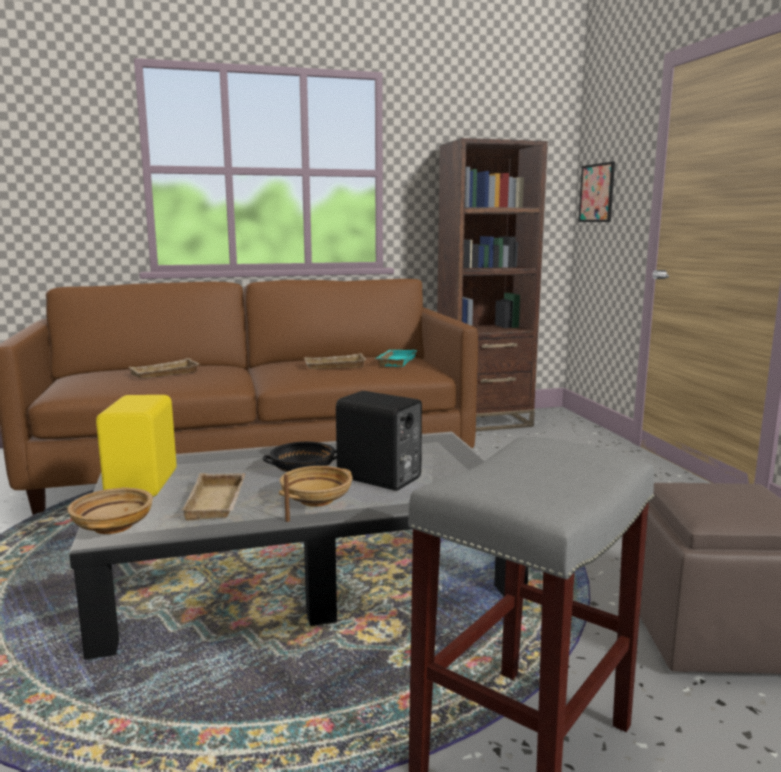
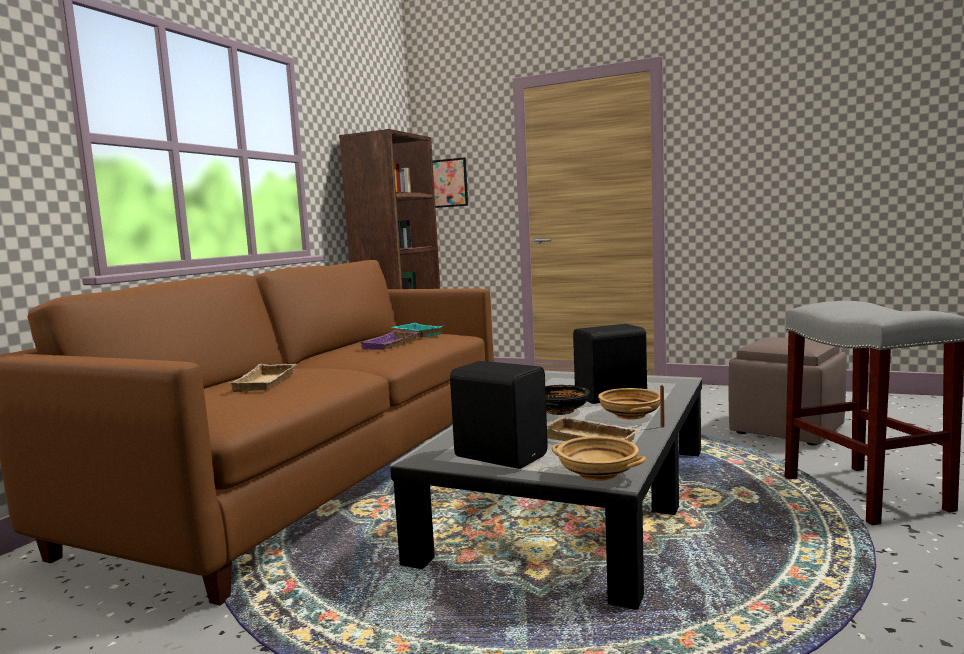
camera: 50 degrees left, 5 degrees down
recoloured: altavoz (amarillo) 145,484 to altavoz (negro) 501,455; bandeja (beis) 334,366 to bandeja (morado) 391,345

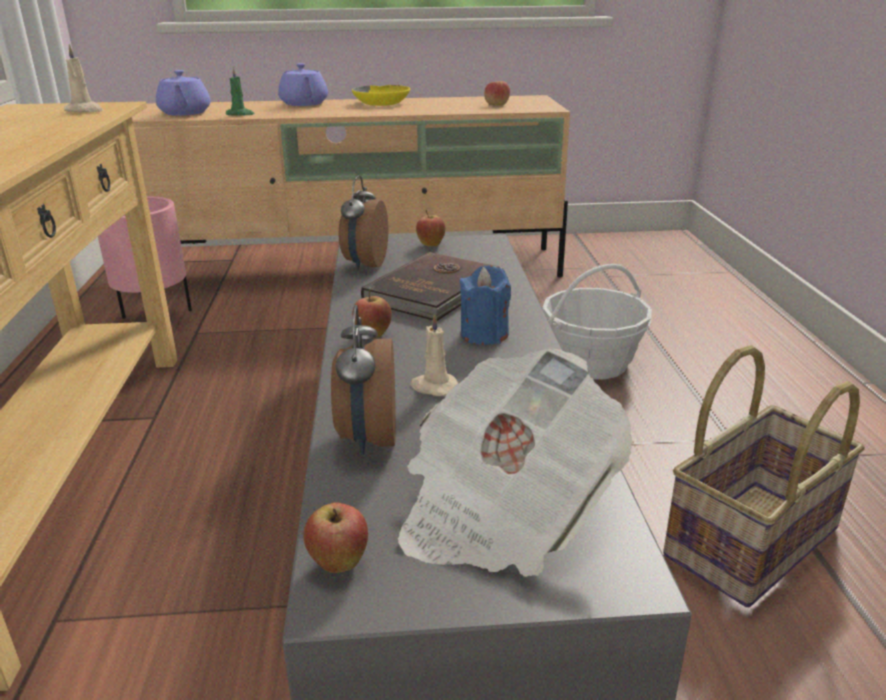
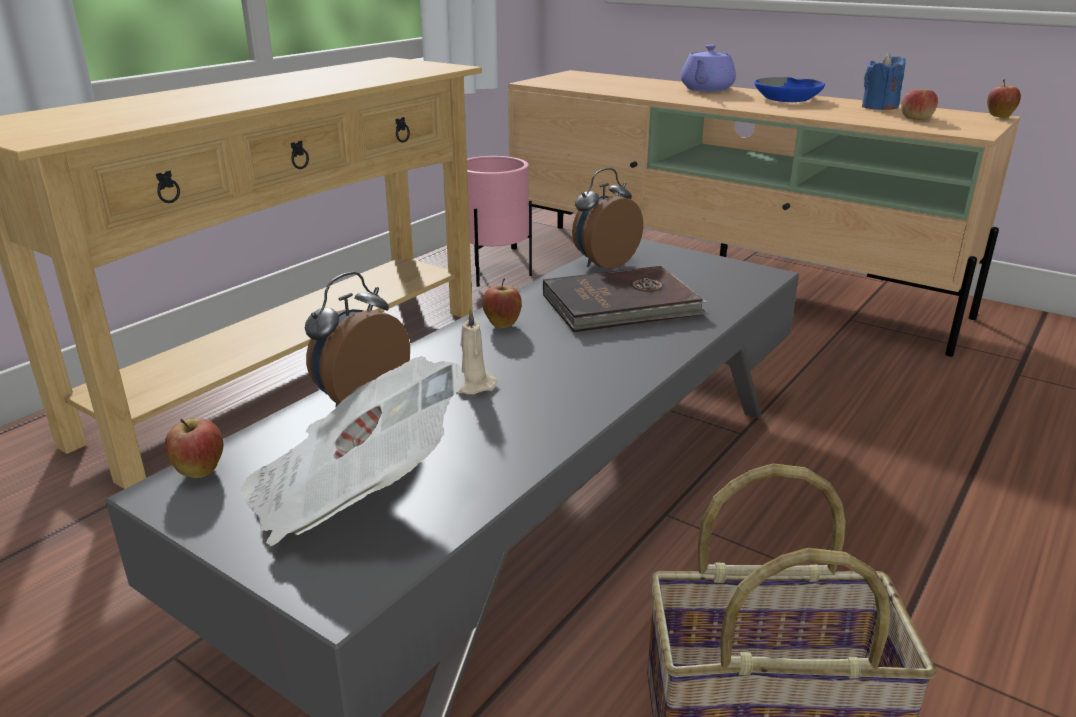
camera: 40 degrees right, 0 degrees up
removed: vela (beis) 85,111; tetera (morado) 185,113; vela (verde) 240,114; cesta 591,363
moved: manzana 430,245 to 999,117; vela (azul) 484,335 to 879,107
recoloured: cuenco (amarillo) 382,103 to cuenco (azul) 788,99

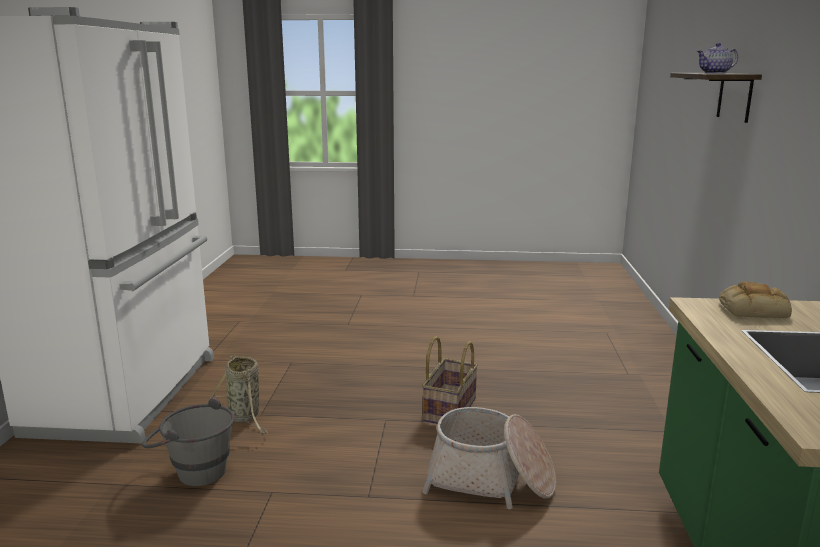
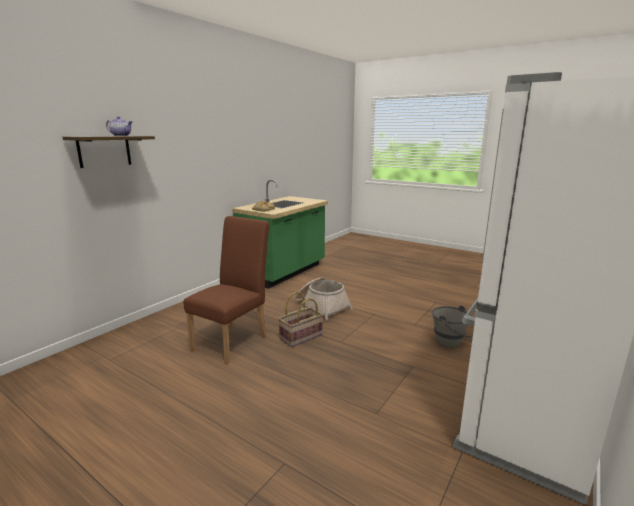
camera: 150 degrees left, 0 degrees up
removed: cesta 245,417
added: silla (marrón) 234,340

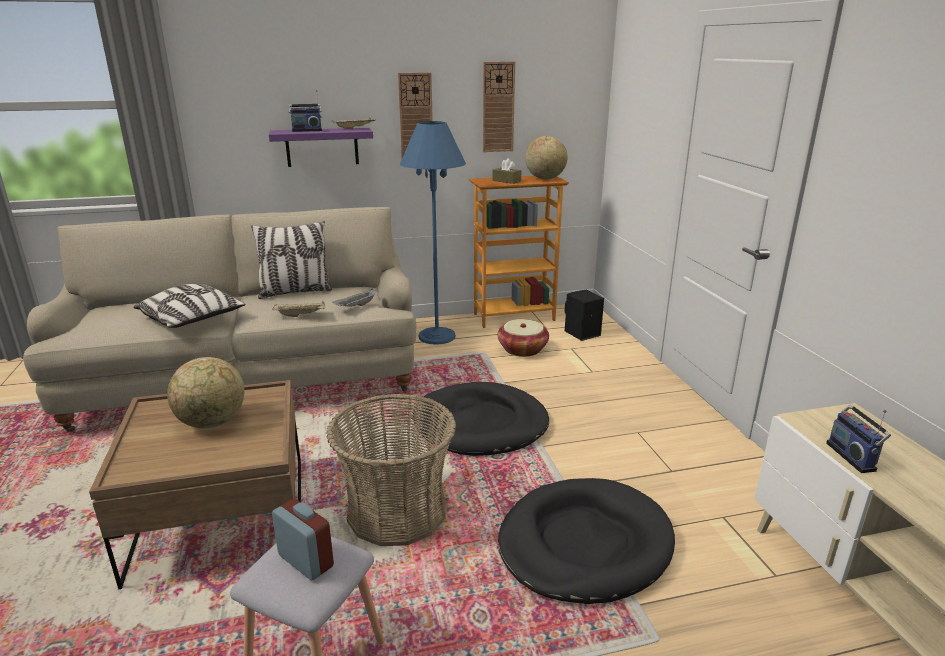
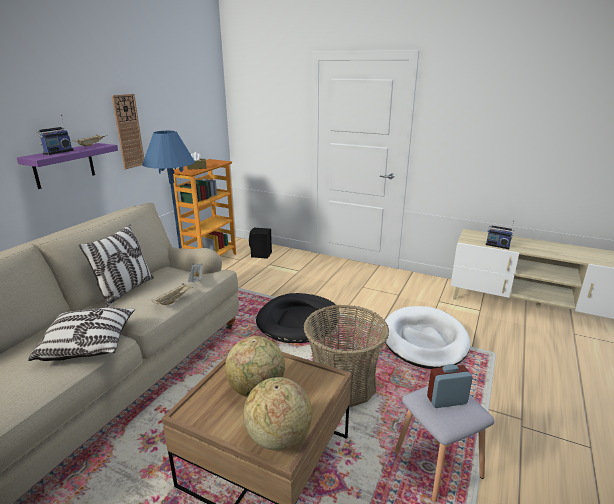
camera: 50 degrees left, 0 degrees up
removed: reloj de pared 498,107; cesta 522,349
moved: globo terráqueo 545,178 to 278,437
recoloured: cama para perro (negro) 584,544 to cama para perro (blanco) 424,340

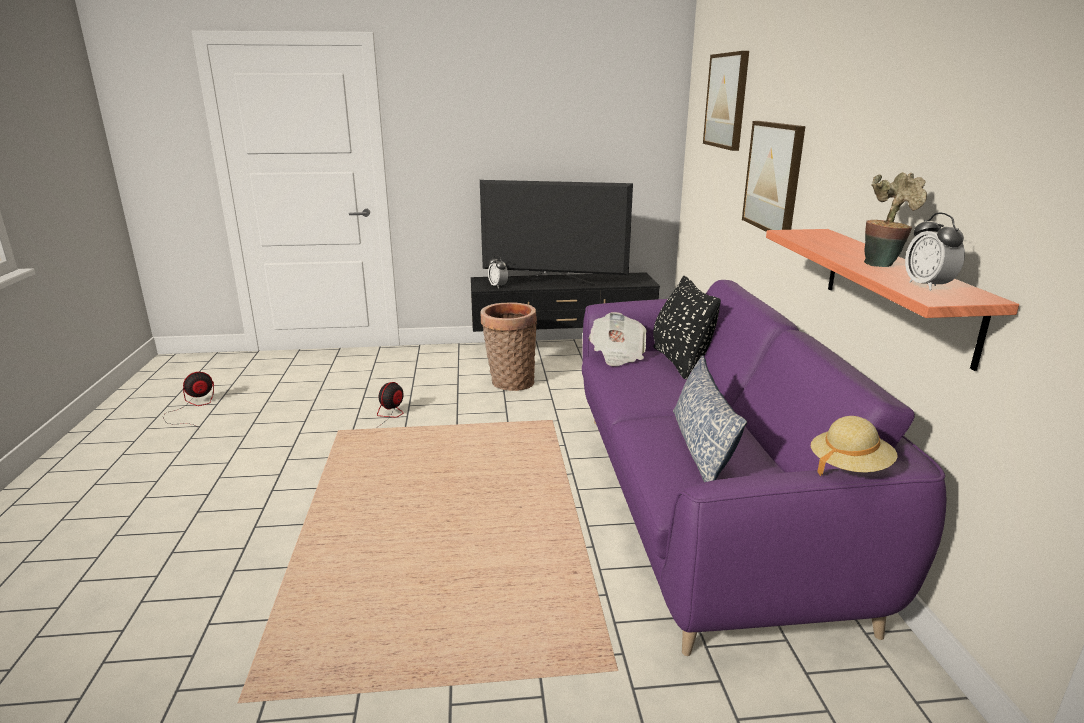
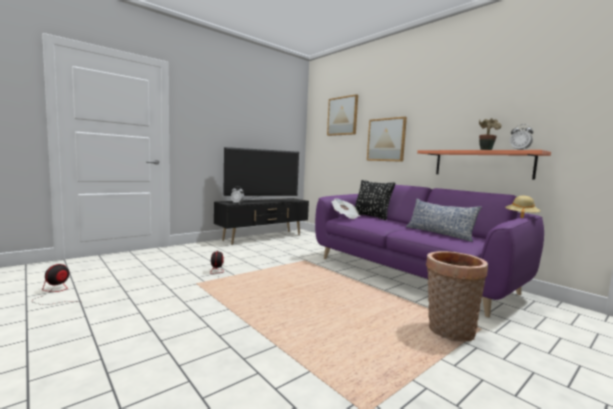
camera: 35 degrees left, 15 degrees down
moved: cesta 509,382 to 449,332

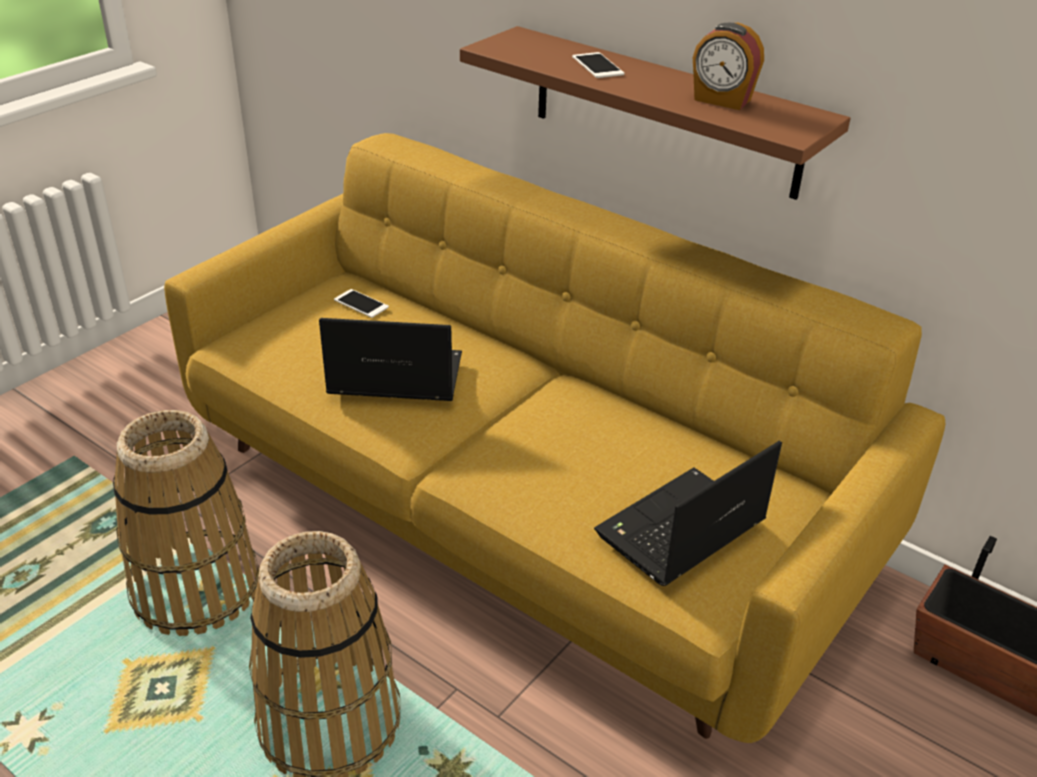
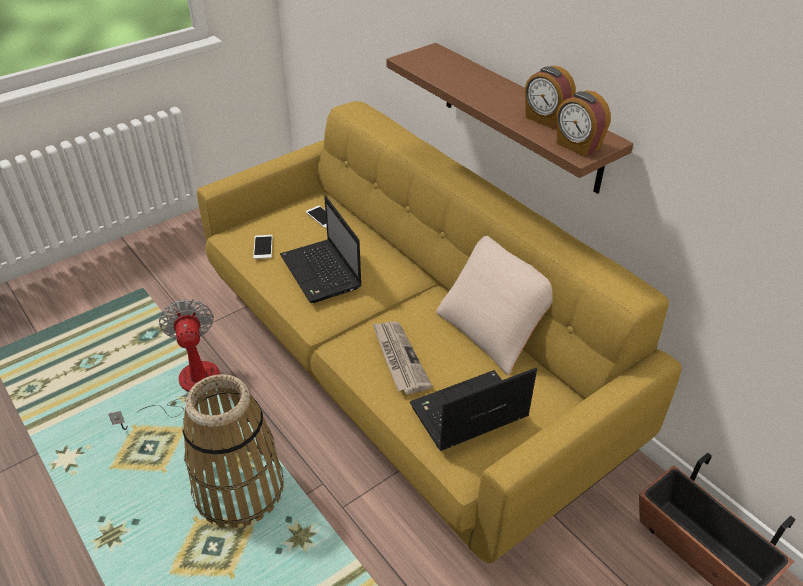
camera: 15 degrees right, 5 degrees up
added: periódico 399,358; cojín (beis) 494,329; despertador 577,146
moved: móvil 597,66 to 263,247
replaced: cesta 195,590 to ventilador 187,388
turned: portátil 392,377 = 322,273 135 degrees counterclockwise

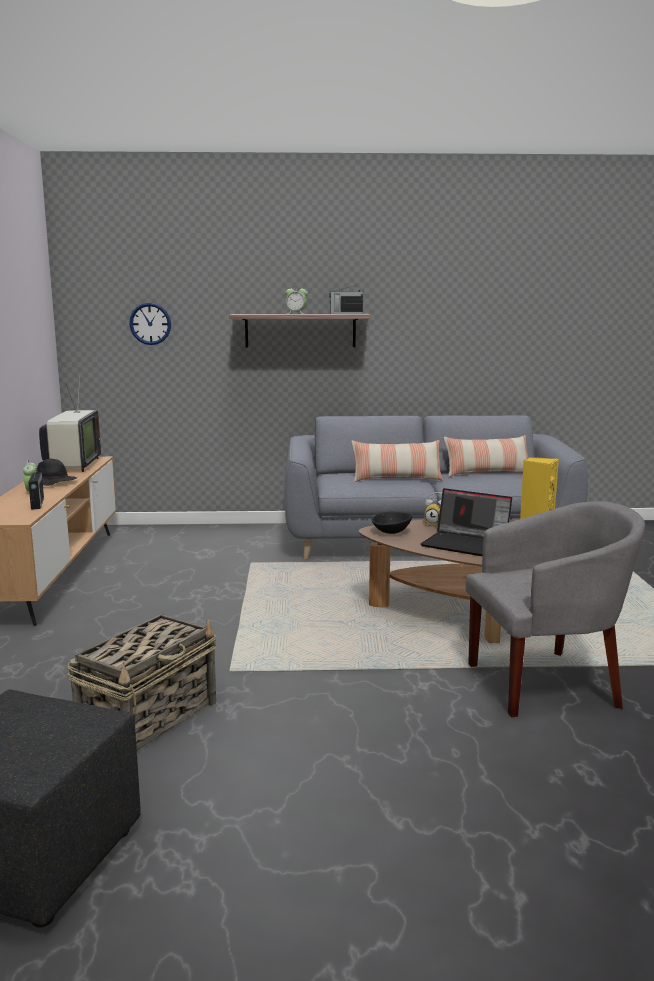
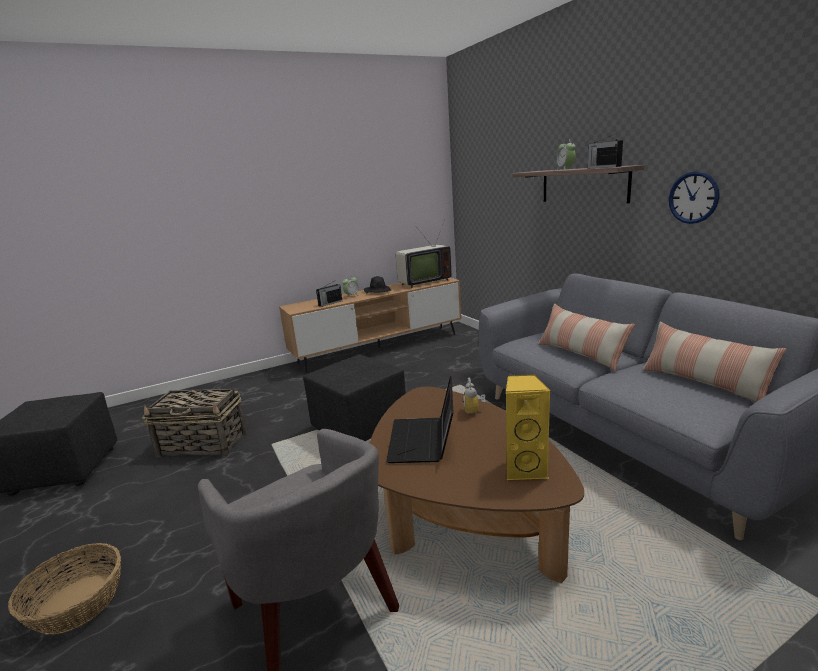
camera: 65 degrees right, 5 degrees up
removed: cuenco (negro) 392,532
added: cesta 76,604; puf (negro) 361,427
moved: reloj de pared 150,324 to 693,197

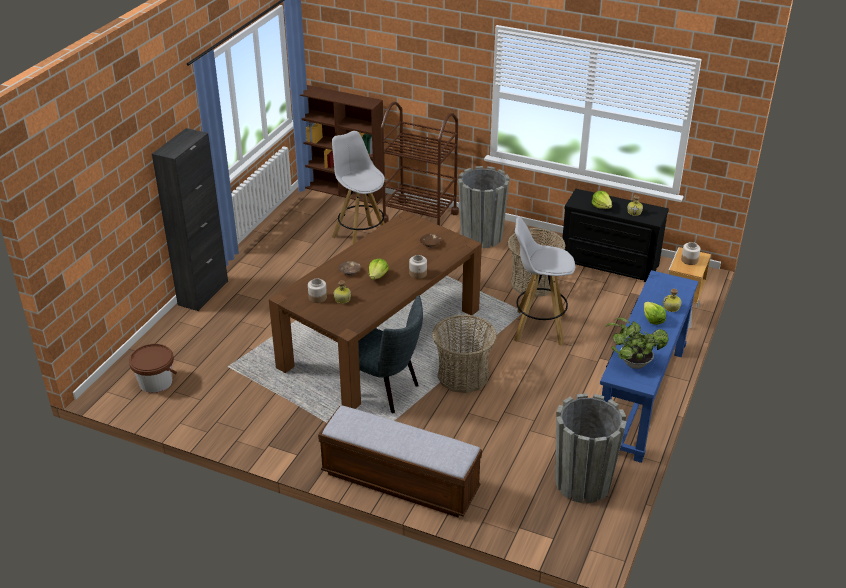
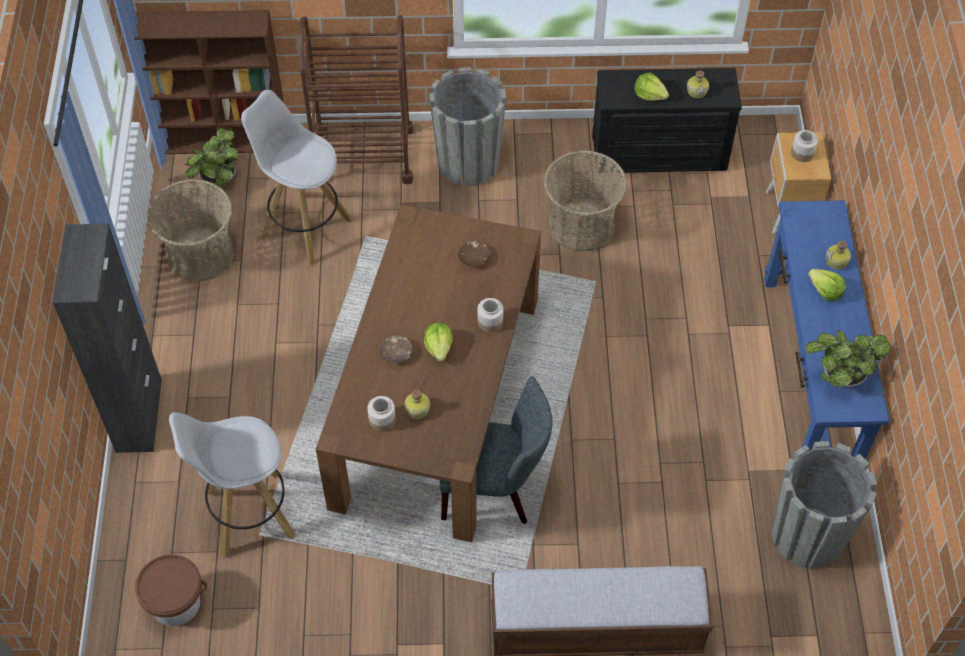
camera: 25 degrees left, 20 degrees up
added: planta en maceta 217,181
moved: cesta 463,375 to 200,254; taburete (blanco) 538,327 to 248,514

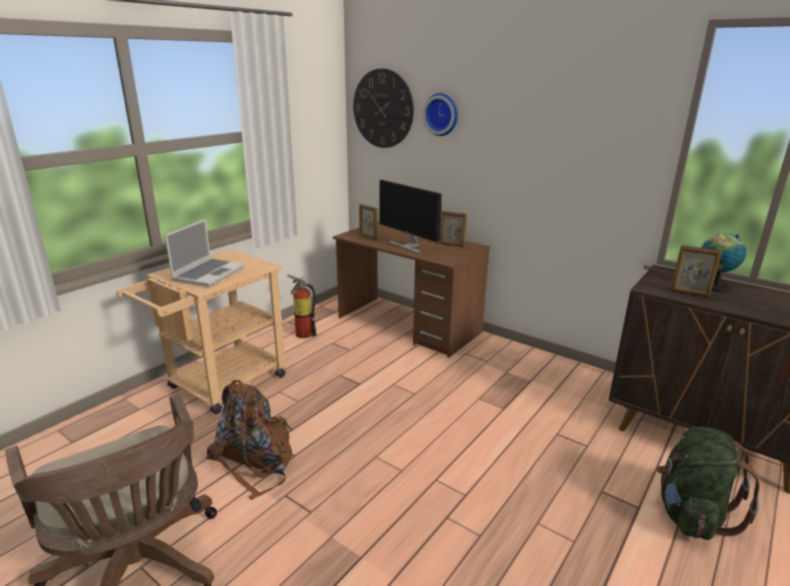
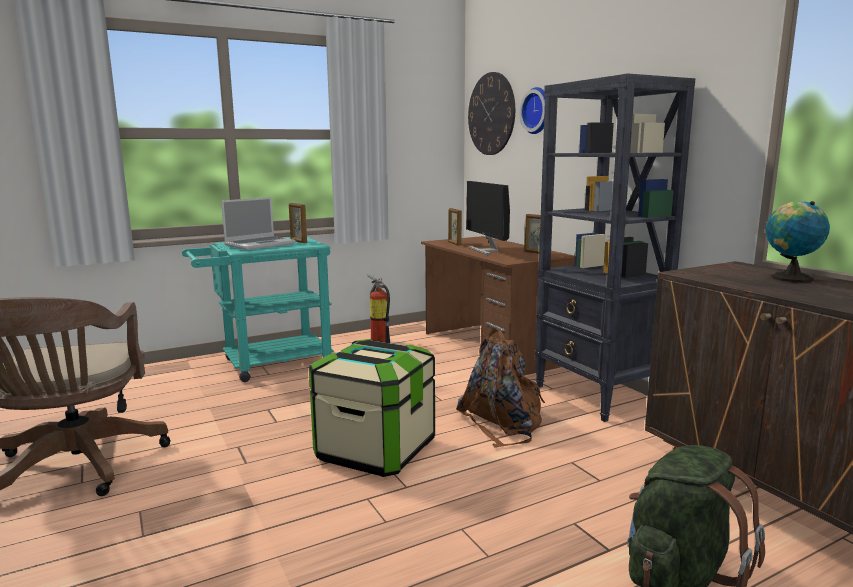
camera: 25 degrees right, 10 degrees down
added: caja de almacenaje 375,451; estantería (negro) 597,395
moved: mochila (marrón) 255,461 to 502,422; portarretratos 689,293 to 298,241
recoloured: carrito (beis) 220,386 to carrito (turquesa) 267,364

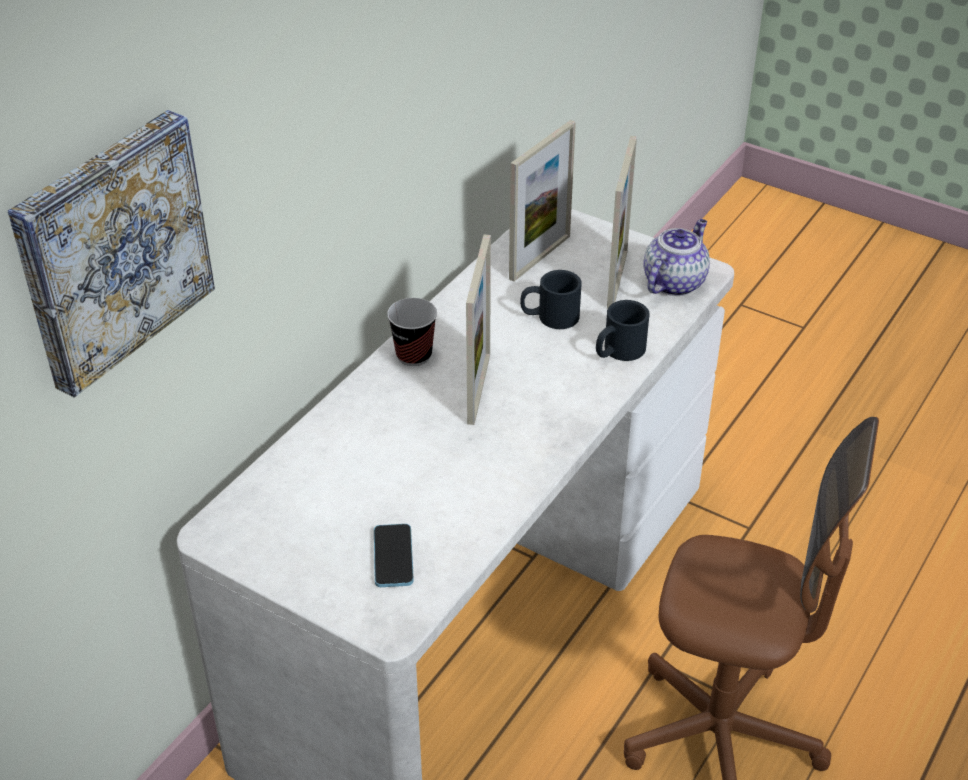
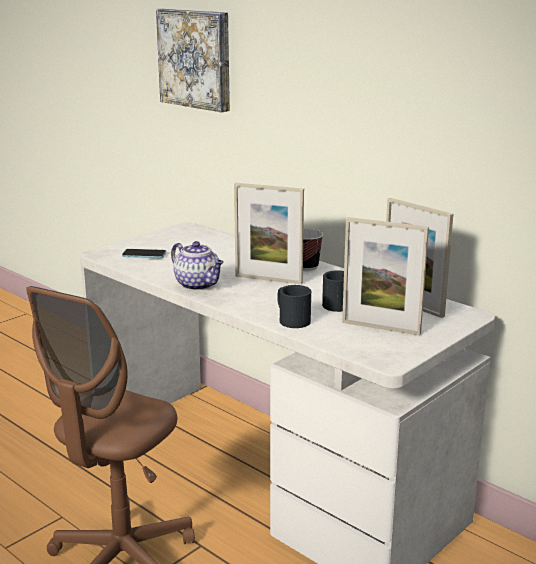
camera: 100 degrees right, 20 degrees down
moved: tetera 674,282 to 198,285

